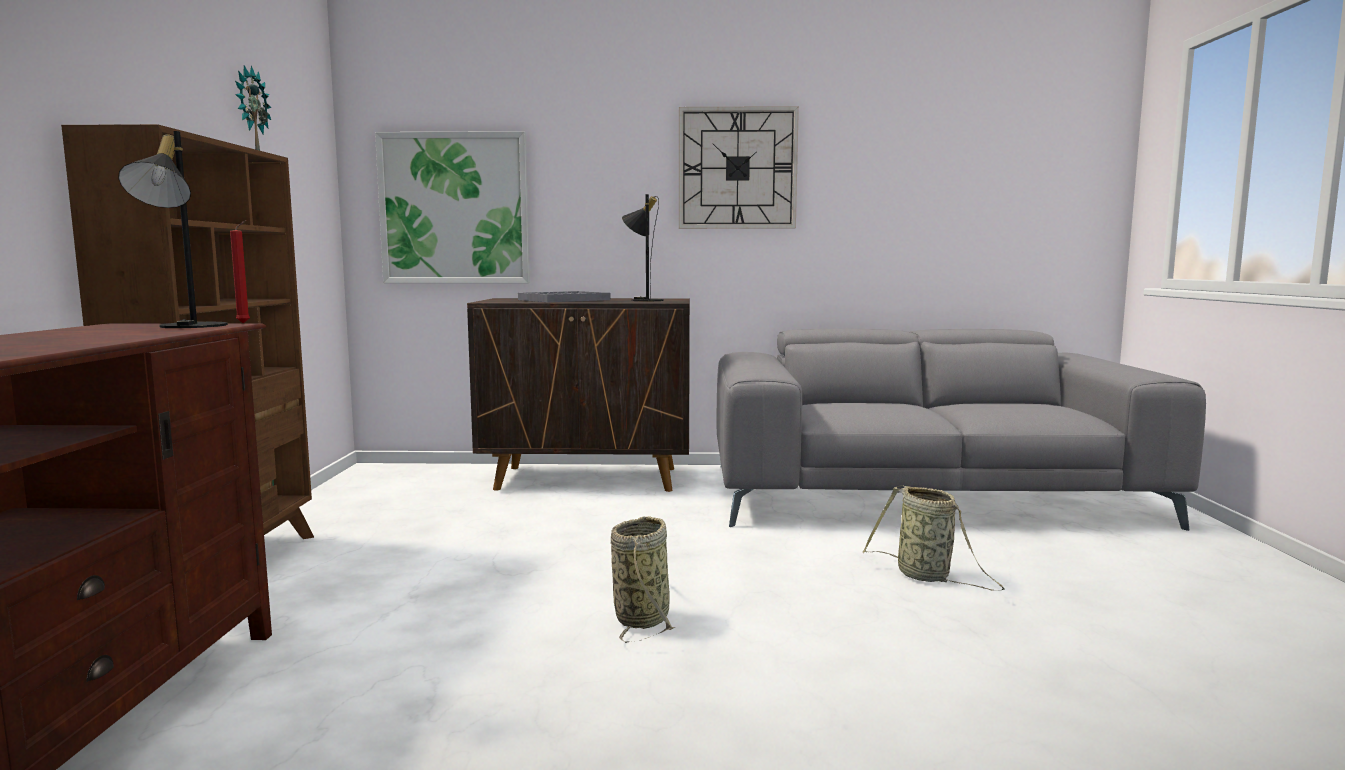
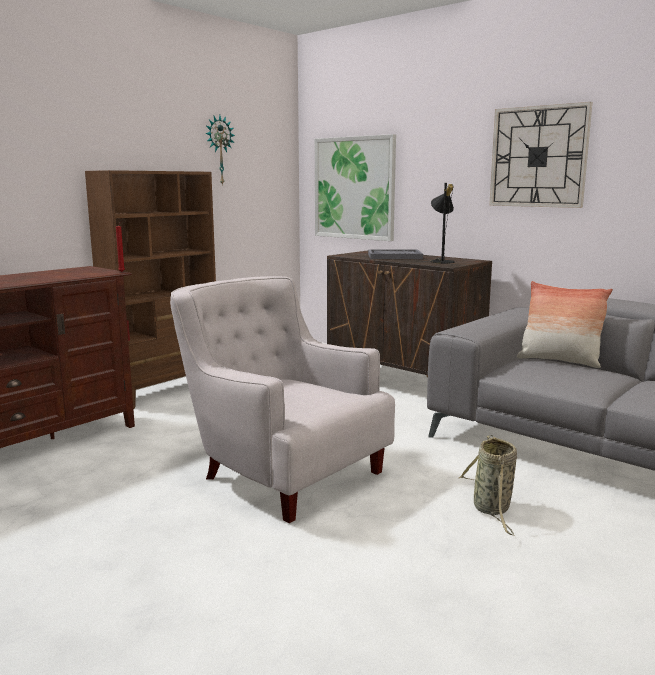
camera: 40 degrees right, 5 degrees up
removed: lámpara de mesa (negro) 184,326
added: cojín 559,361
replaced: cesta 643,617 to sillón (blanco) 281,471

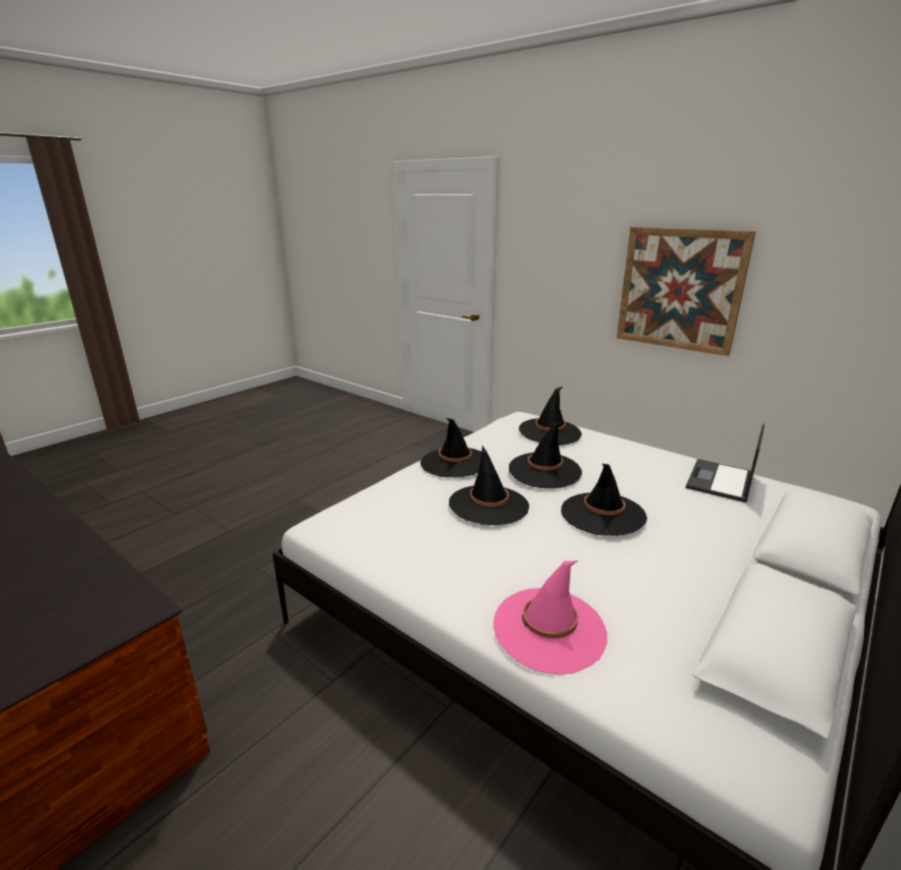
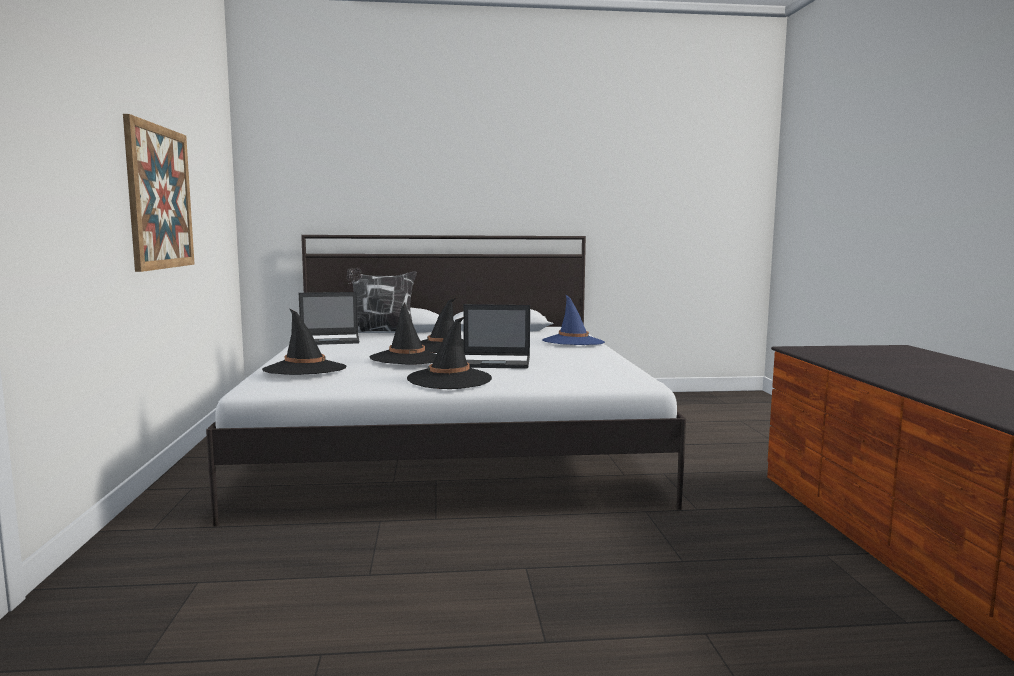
camera: 135 degrees left, 15 degrees down
added: cojín 381,333
replaced: sombrero (negro) 488,505 to portátil 495,362
recoloured: sombrero (rosa) 549,629 to sombrero (azul) 573,342

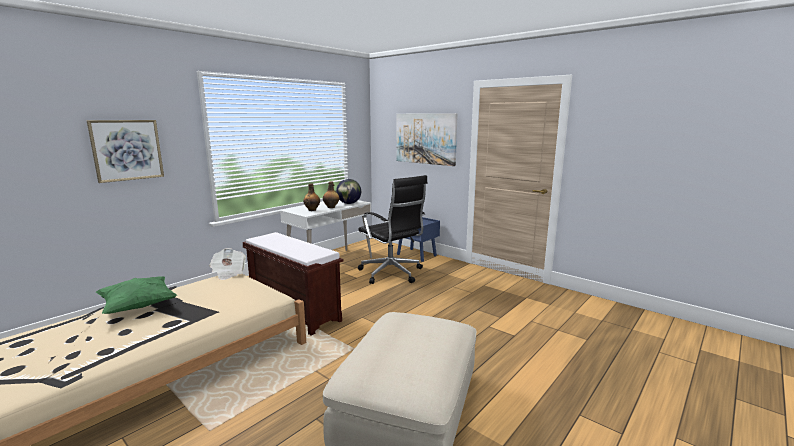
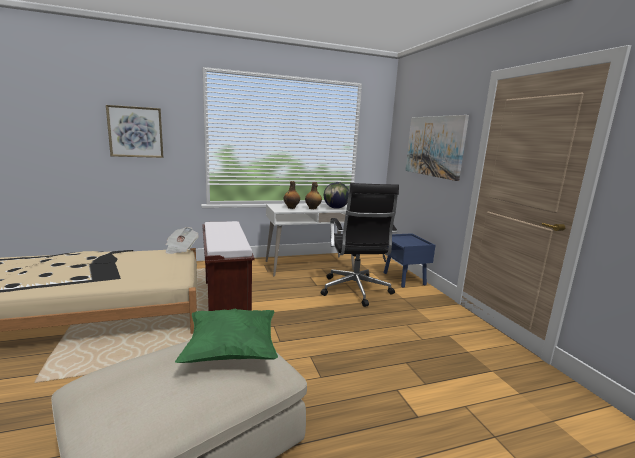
camera: 30 degrees right, 0 degrees up
moved: cojín (verde) 138,307 to 231,352

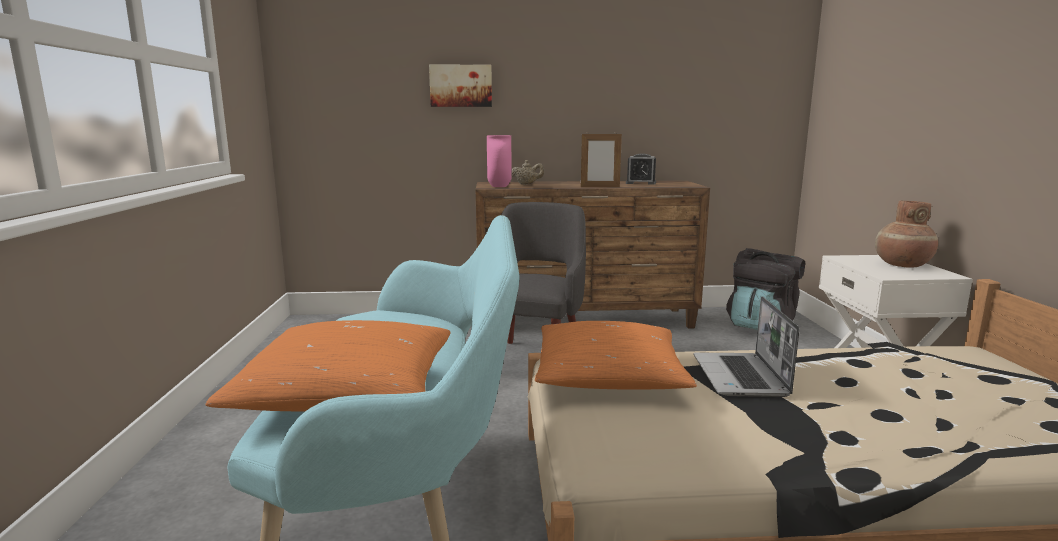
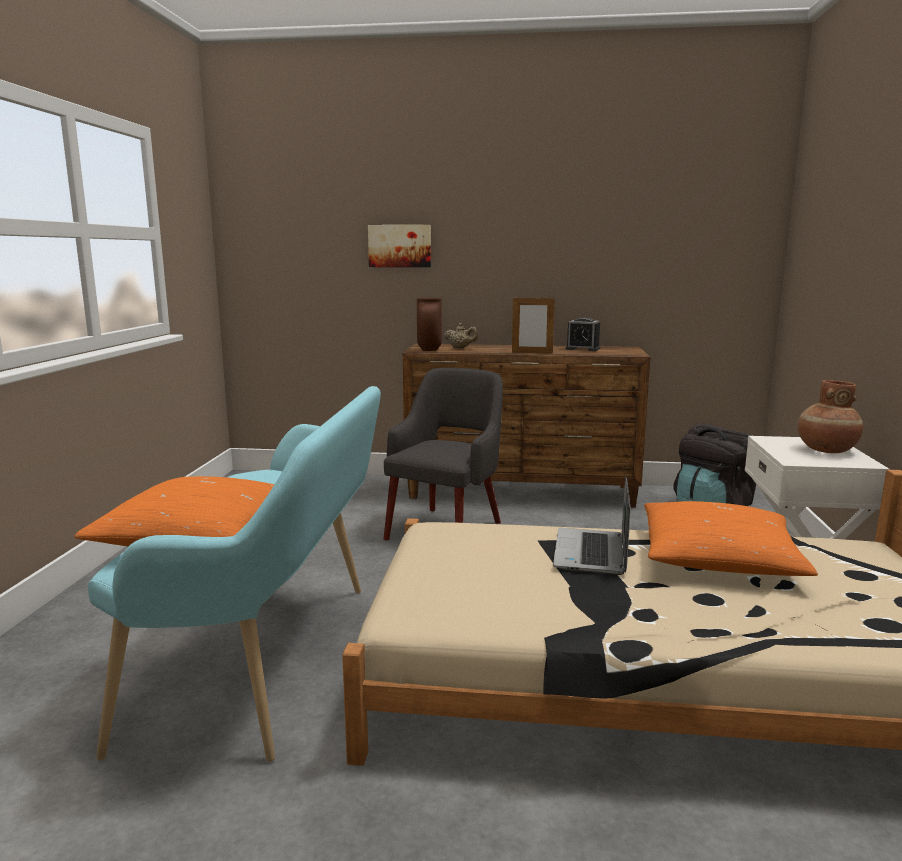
camera: 10 degrees right, 0 degrees up
moved: cojín (naranja) 609,376 to 718,559
recoloured: florero (rosa) 500,186 to florero (marrón) 430,350

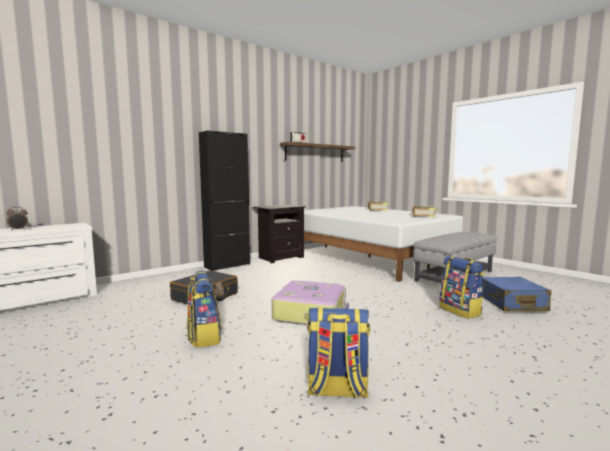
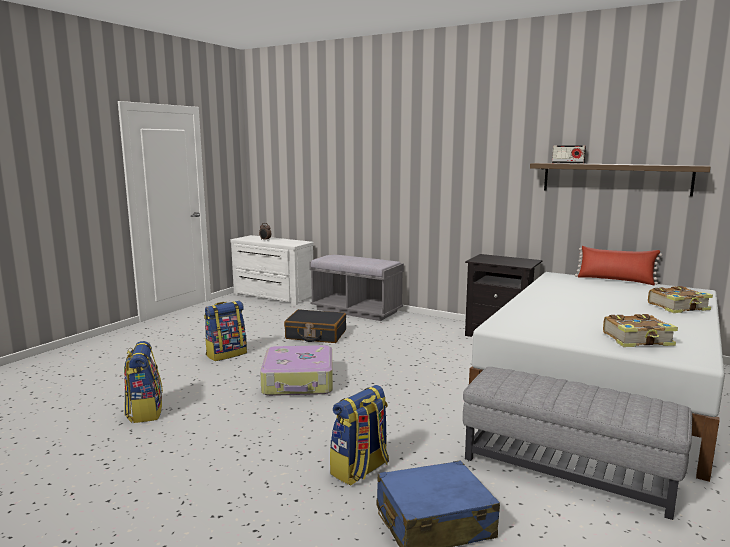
camera: 70 degrees right, 5 degrees up
removed: armario (negro) 227,265
added: banco (gris) 356,310; cojín (rojo) 615,280

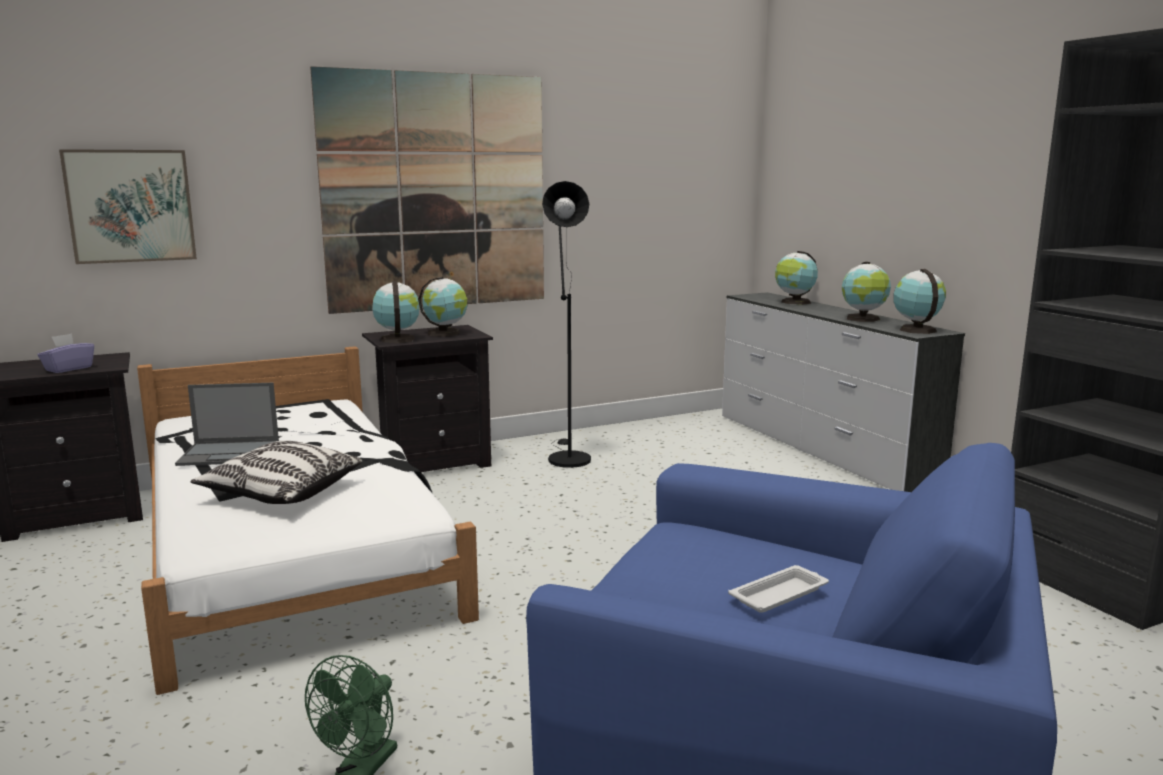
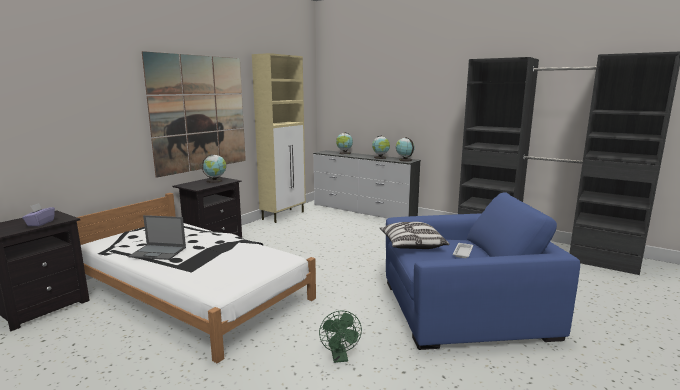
camera: 30 degrees left, 0 degrees up
removed: cuadro 130,206; globo terráqueo 397,339; lámpara de pie (negro) 567,457
added: armario (beis) 284,215
moved: cojín 281,493 to 411,246
turned: portátil 230,453 = 158,252 45 degrees clockwise

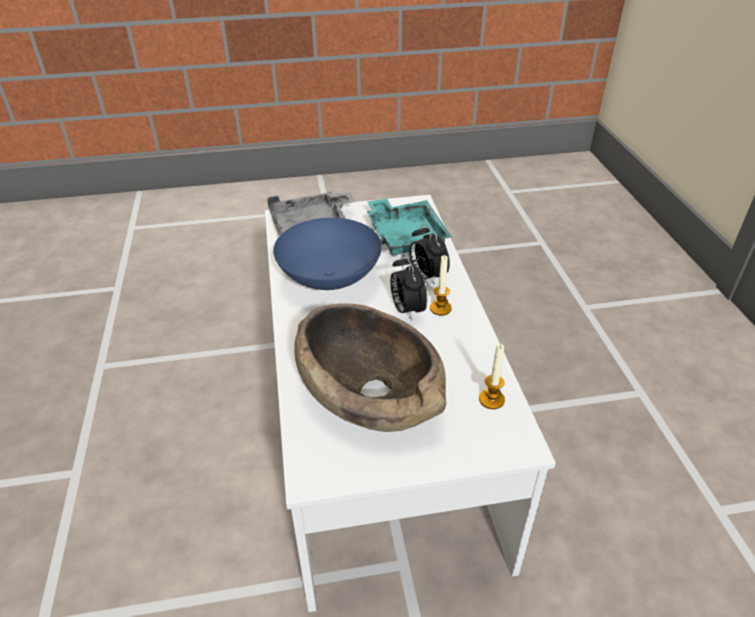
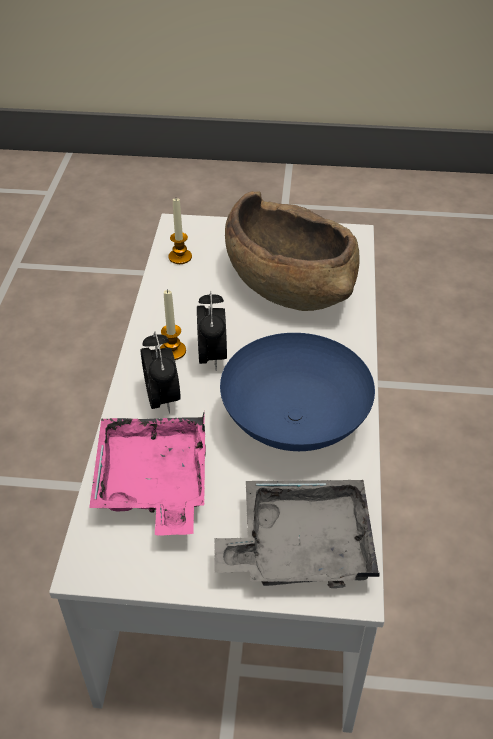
camera: 165 degrees left, 5 degrees up
recoloured: bandeja (turquesa) 405,236 to bandeja (rosa) 153,483

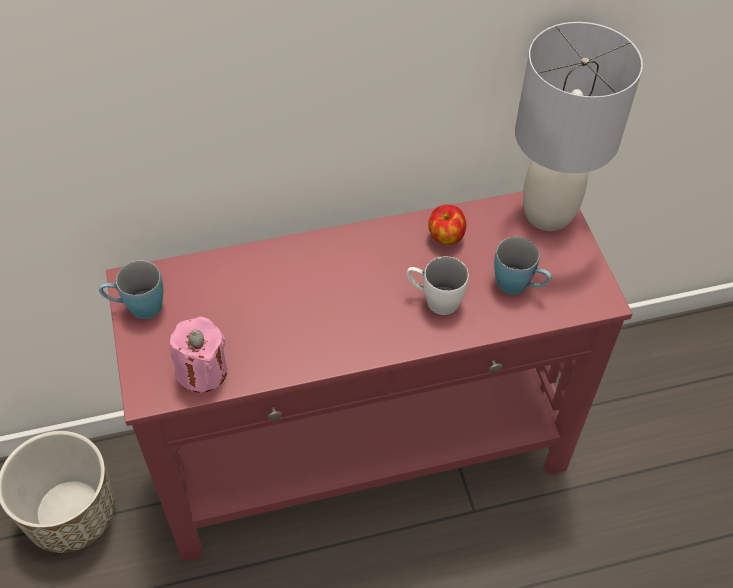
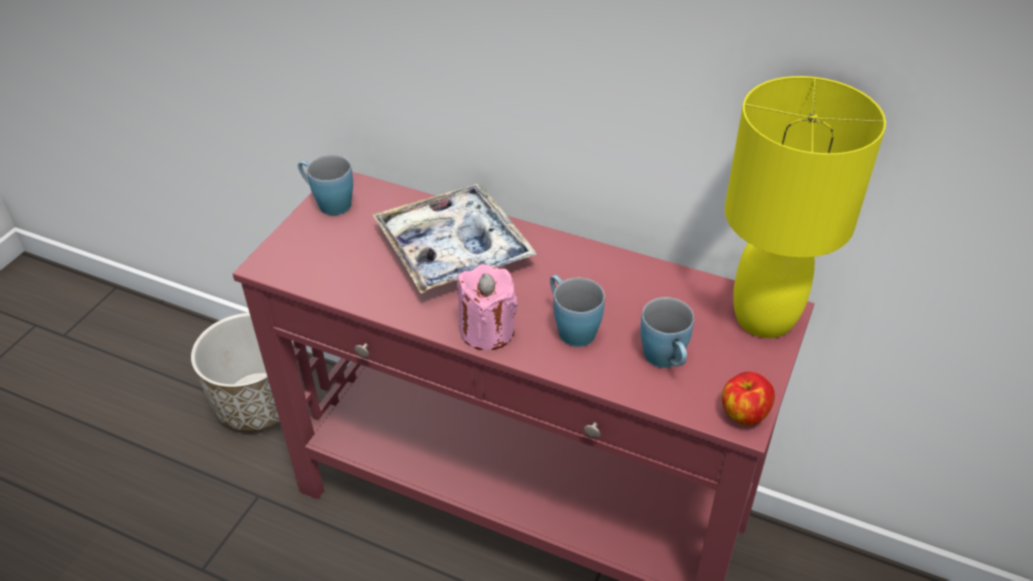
camera: 40 degrees right, 10 degrees down
added: bandeja 453,249
moved: vela (rosa) 202,371 to 487,331; manzana 445,237 to 743,414
recoloured: taza grande (blanco) 434,300 to taza grande (azul) 571,327; lámpara de mesa (gris) 548,213 to lámpara de mesa (amarillo) 765,317

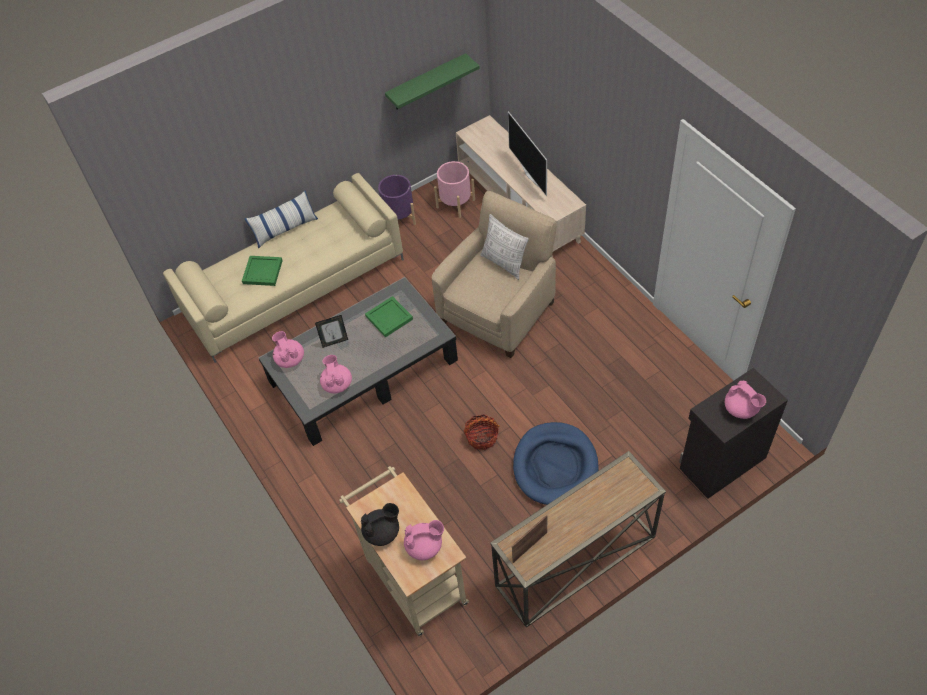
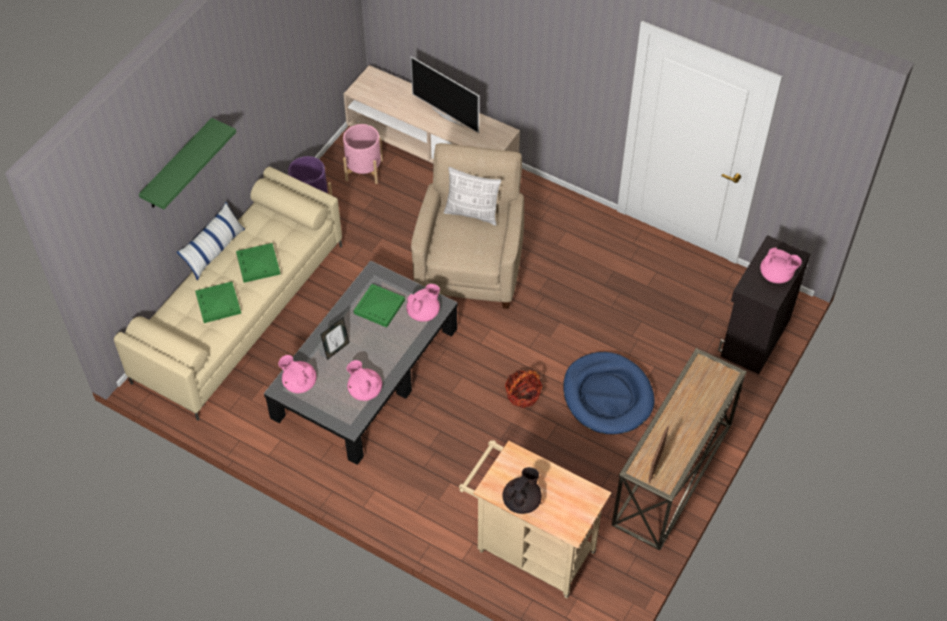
camera: 30 degrees left, 0 degrees up
added: bandeja (verde) 258,263
moved: estante (verde) 426,83 to 178,166; tetera (rosa) 425,546 to 424,313

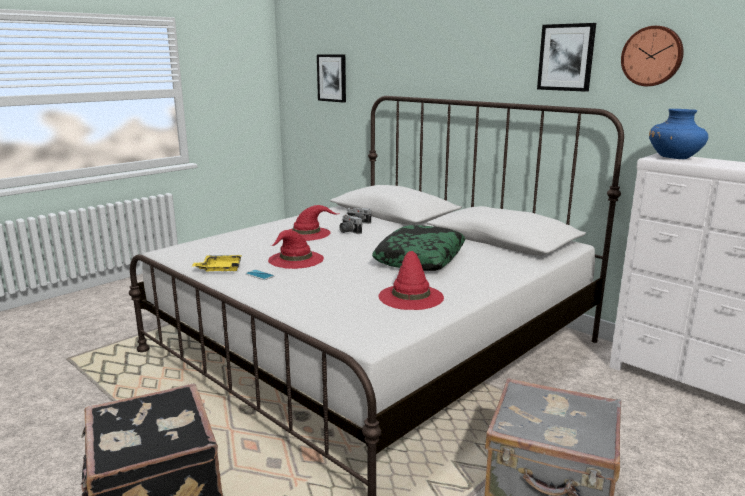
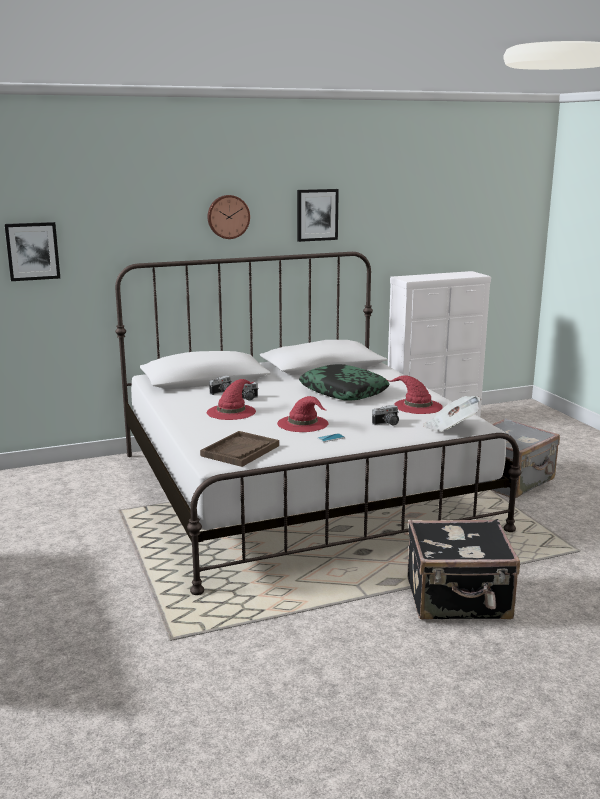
camera: 65 degrees left, 0 degrees up
removed: bandeja (amarillo) 220,269; florero (azul) 675,158
added: bandeja (marrón) 240,451; cámara 387,424; periódico 450,427
moved: reloj de pared 652,56 to 228,216

